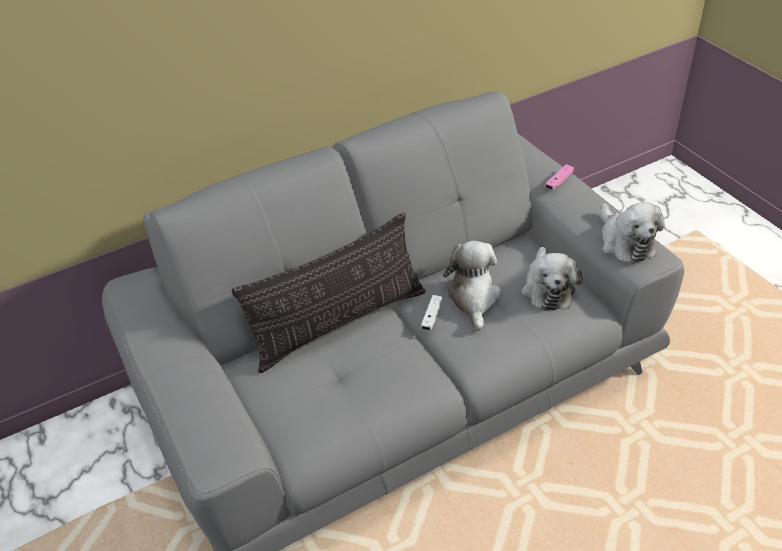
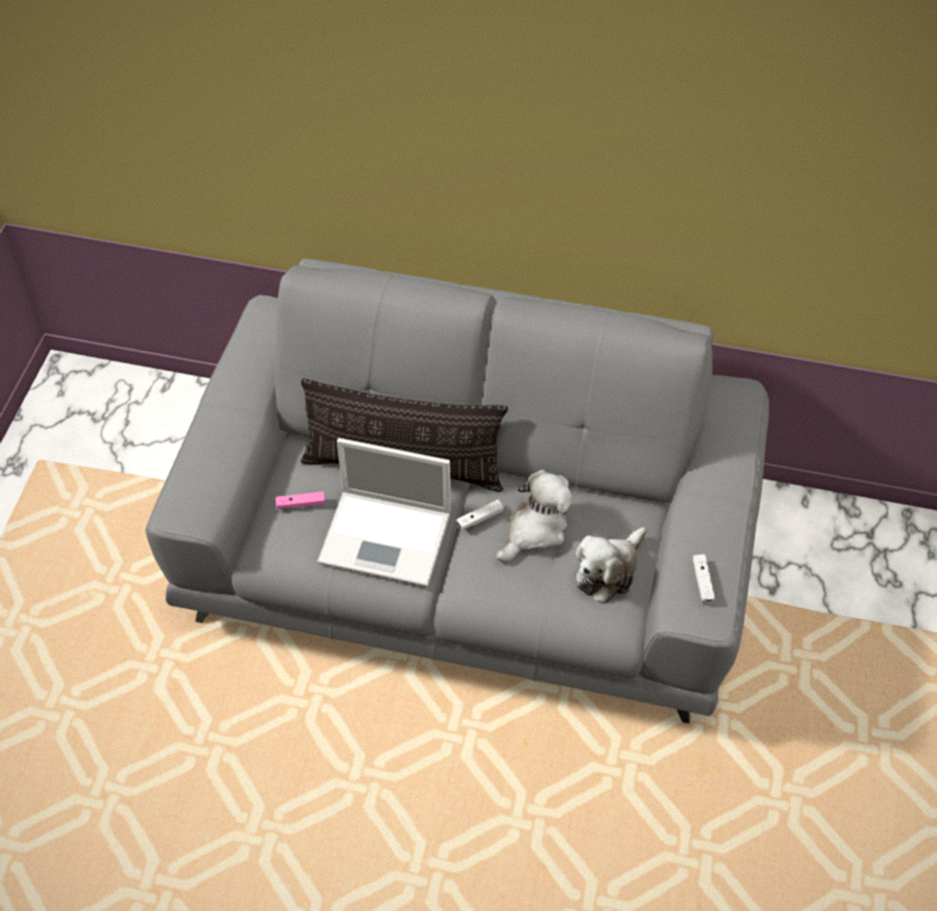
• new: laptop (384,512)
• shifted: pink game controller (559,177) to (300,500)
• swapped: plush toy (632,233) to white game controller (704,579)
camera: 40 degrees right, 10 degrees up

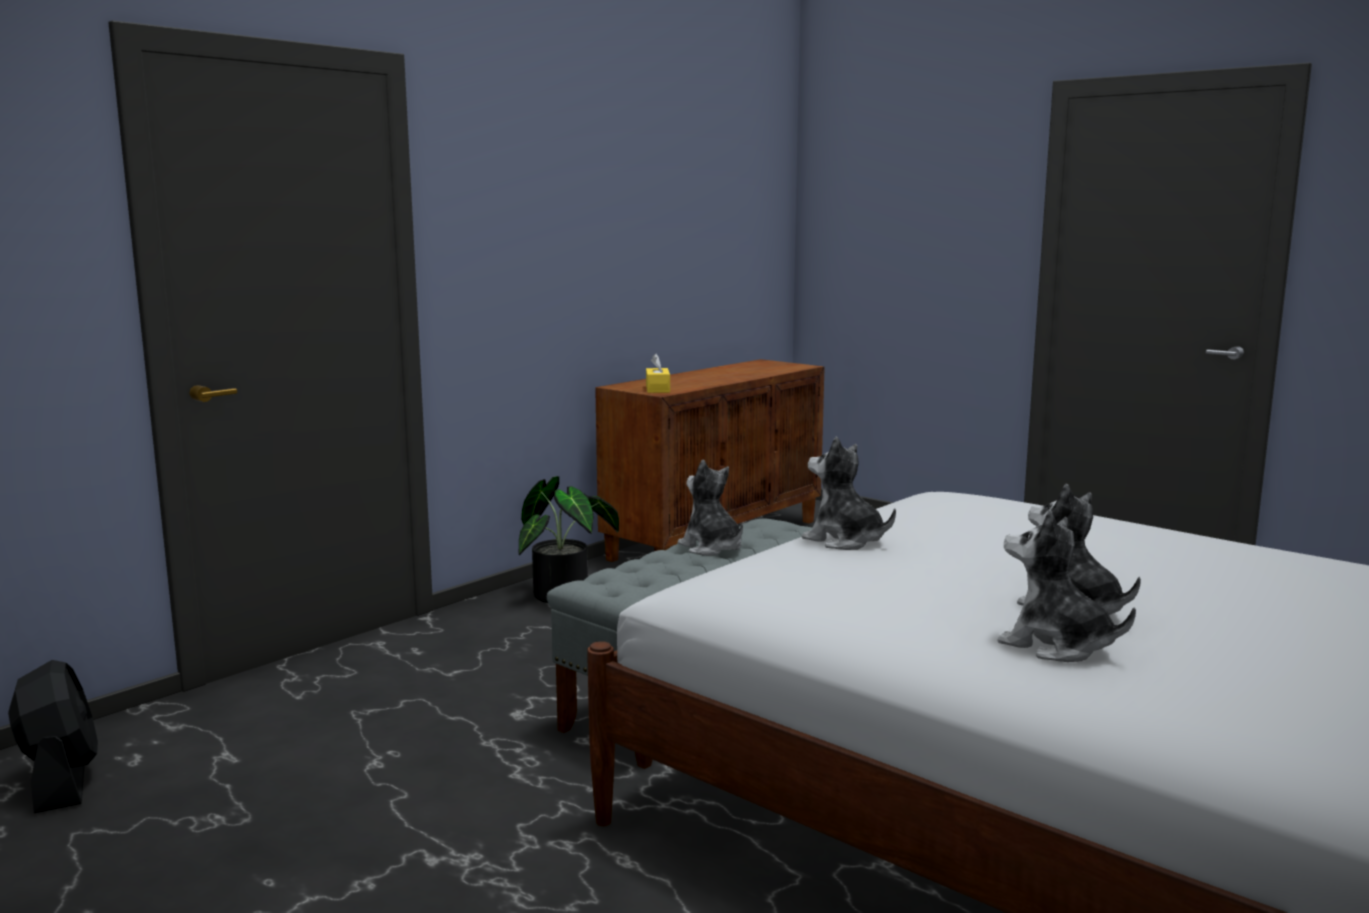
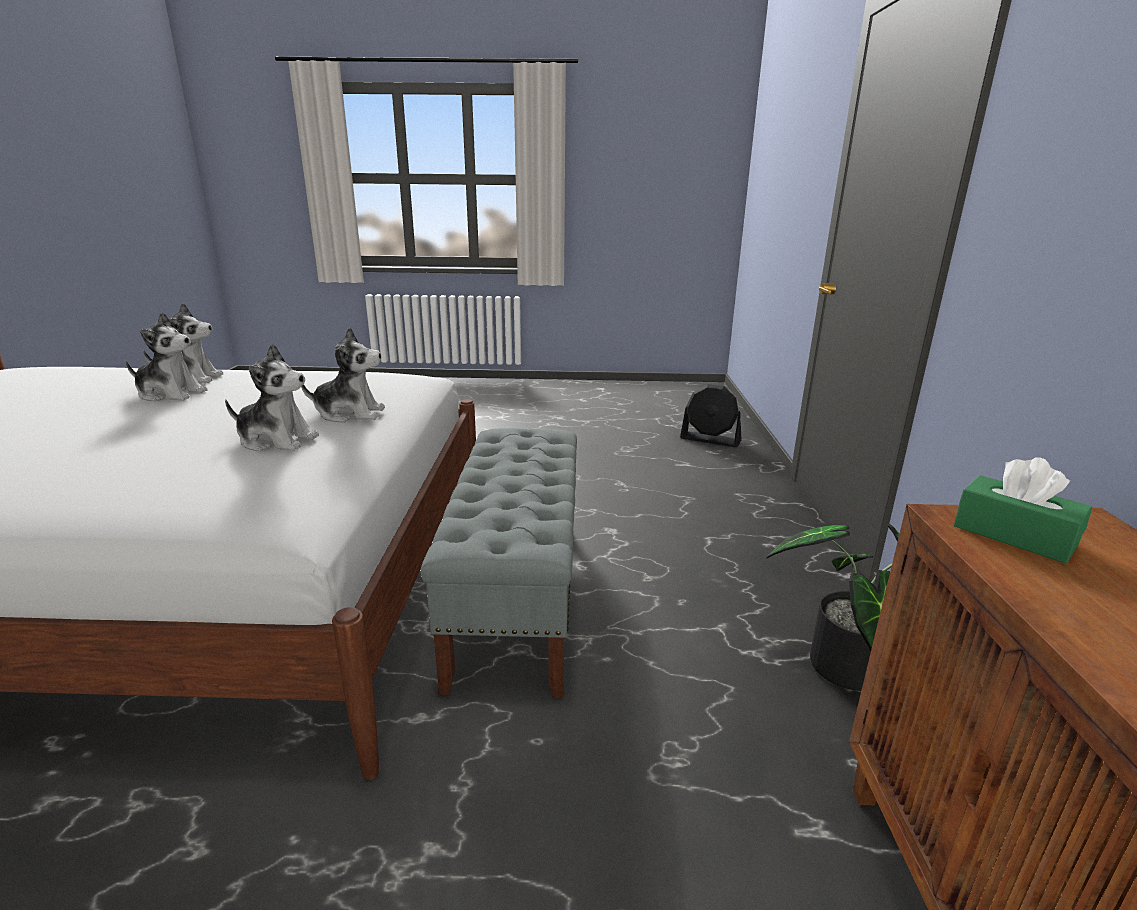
• shifted: plush toy (710,507) to (272,397)
• repainted: yellow tissue box (658,373) to green tissue box (1023,510)
camera: 140 degrees right, 10 degrees up

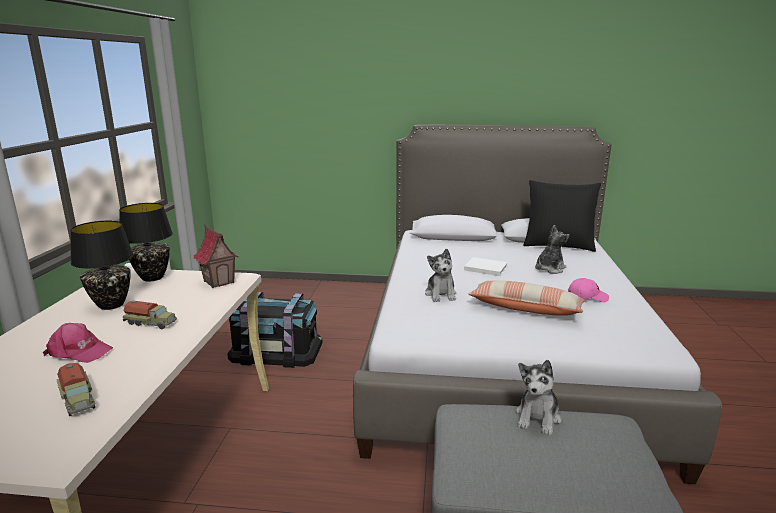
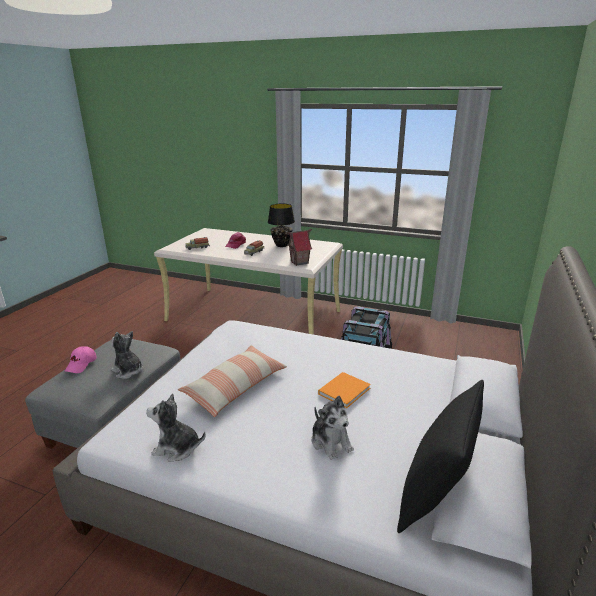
• gone: black table lamp (146,242)
• shifted: plush toy (441,275) to (176,427)
• shifted: pink cap (588,290) to (81,359)
• repainted: white book (486,266) to orange book (344,390)
camera: 105 degrees right, 5 degrees up

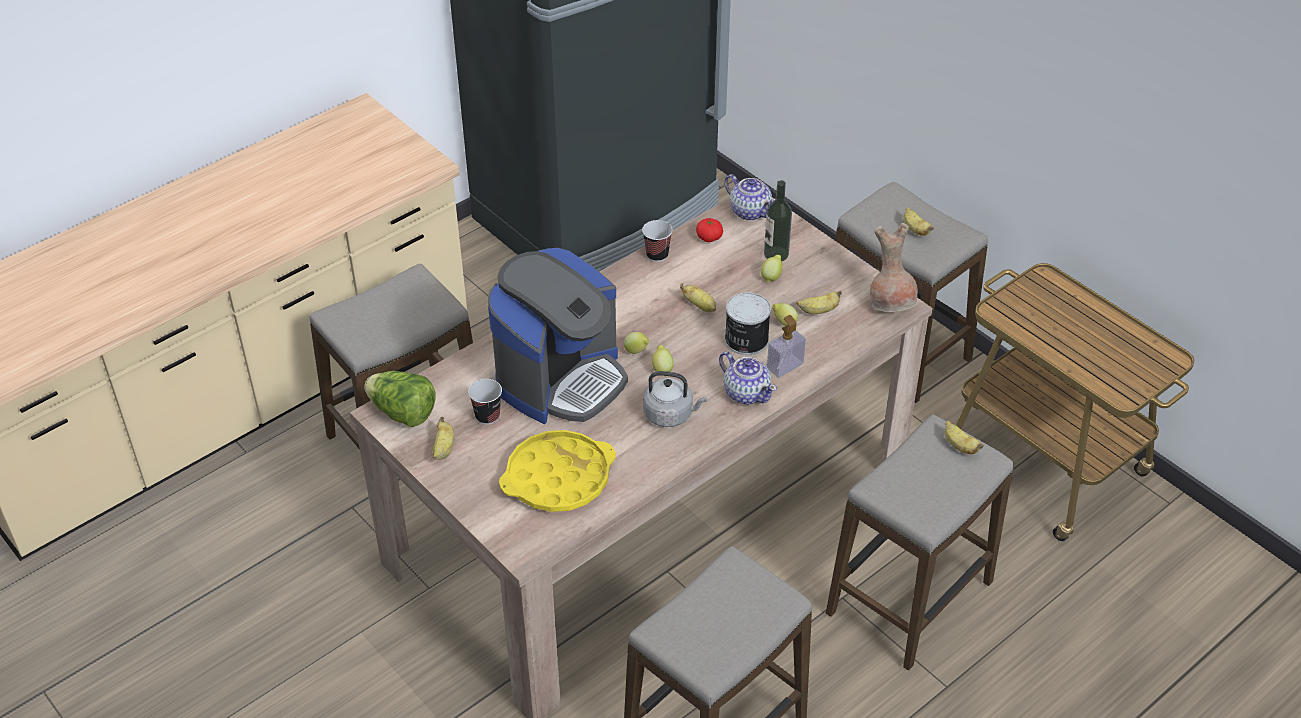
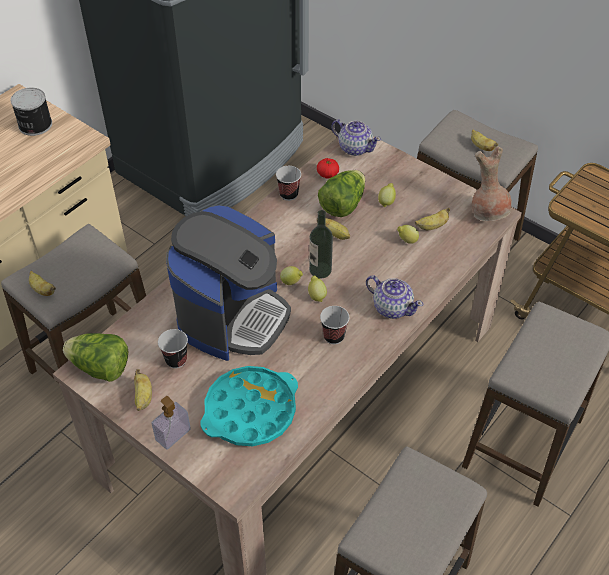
• new: lettuce (341,193)
• shifted: can (748,324) to (31,112)
• shifted: bottle (778,220) to (321,244)
• shifted: soap dispenser (786,346) to (171,423)
• shifted: banana (964,437) to (42,283)
• swapped: grey kettle (675,399) to cup (334,325)
• repainted: yellow tray (557,471) to turquoise tray (249,406)
camera: 10 degrees left, 5 degrees up

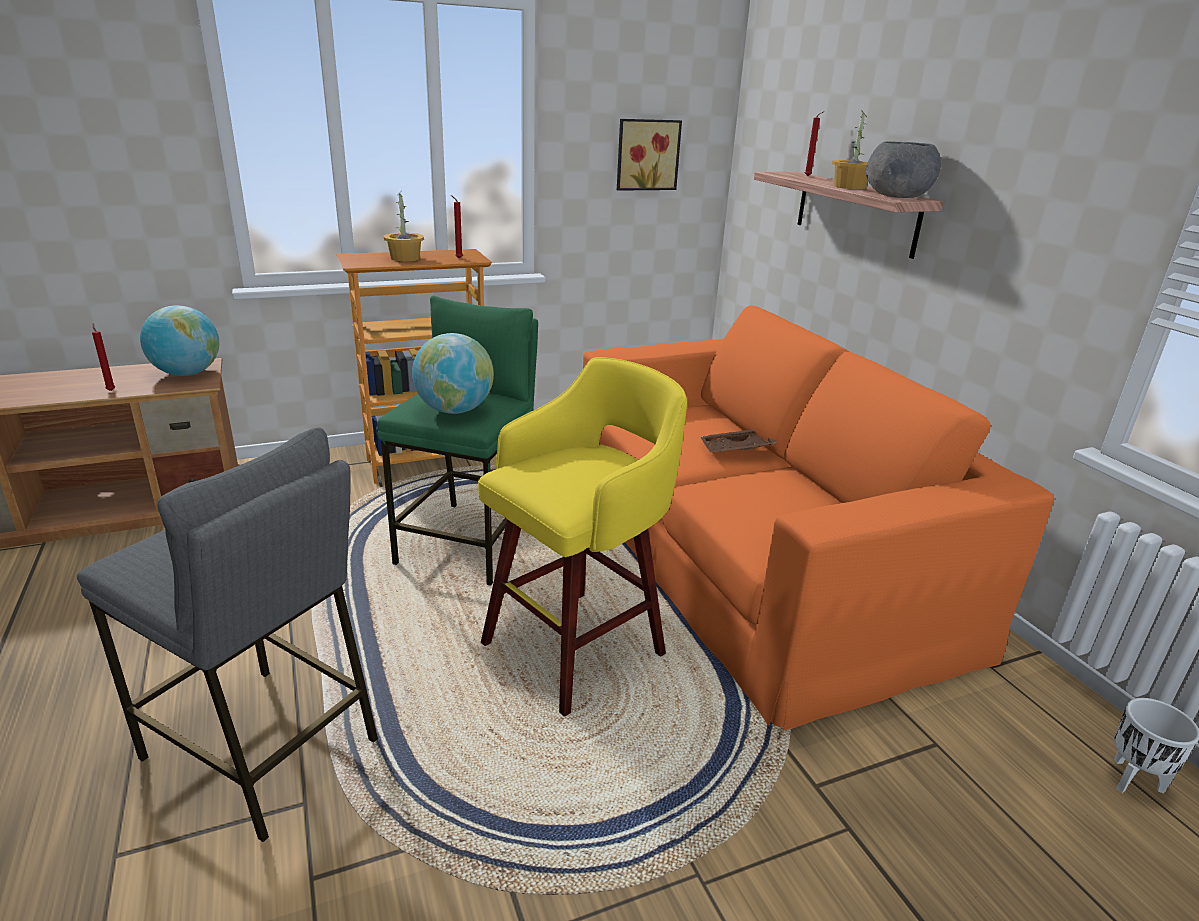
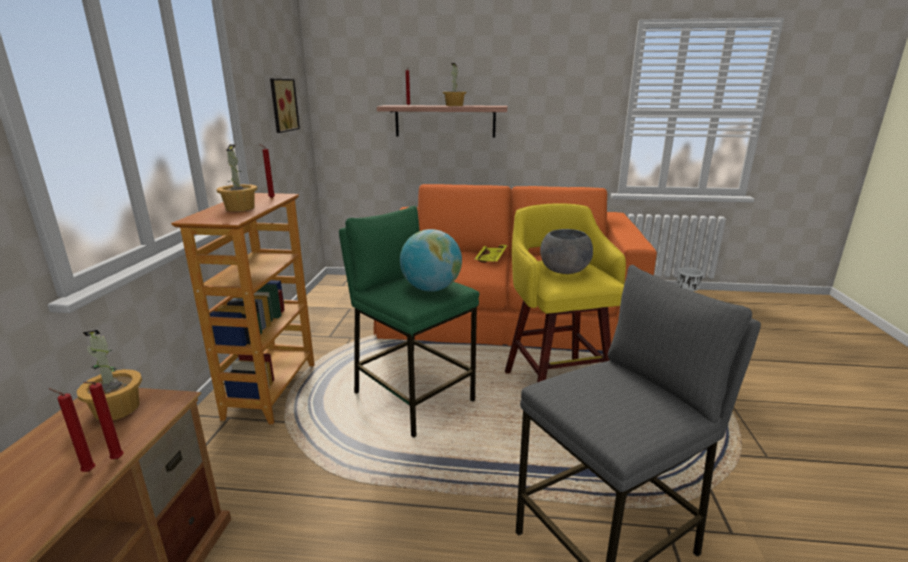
• new: red candle (104,420)
• shifted: grey bowl (903,169) to (566,251)
• swapped: globe (179,340) to potted plant (109,375)
• repainted: brown tray (739,441) to yellow tray (491,254)
camera: 60 degrees left, 5 degrees down

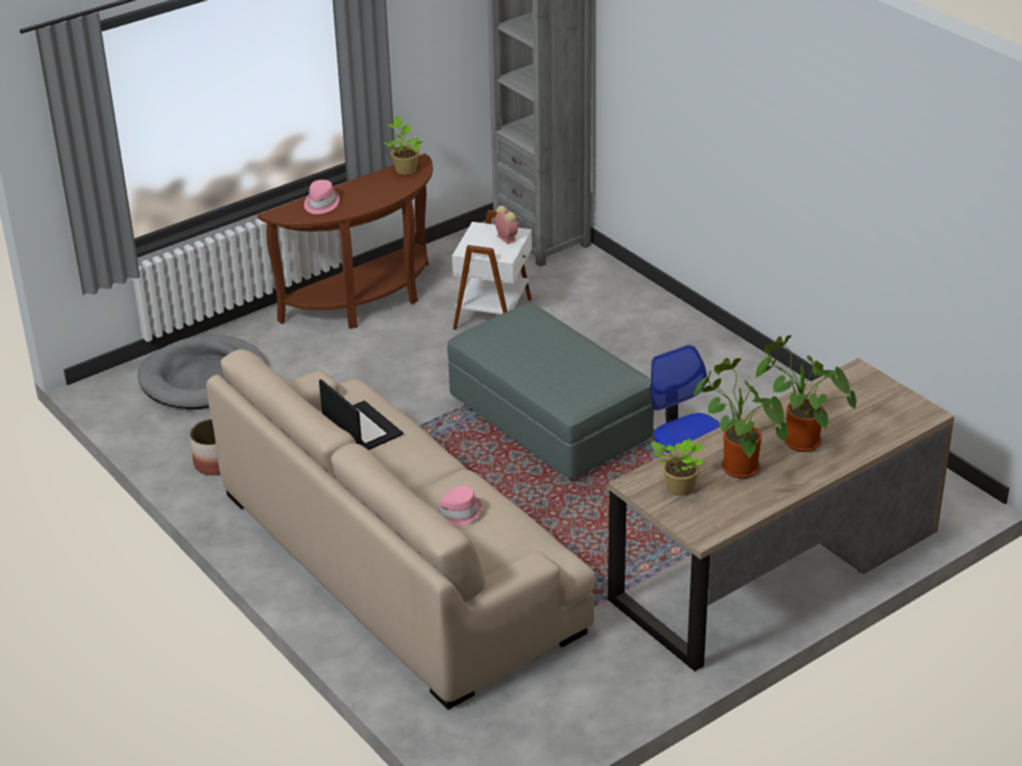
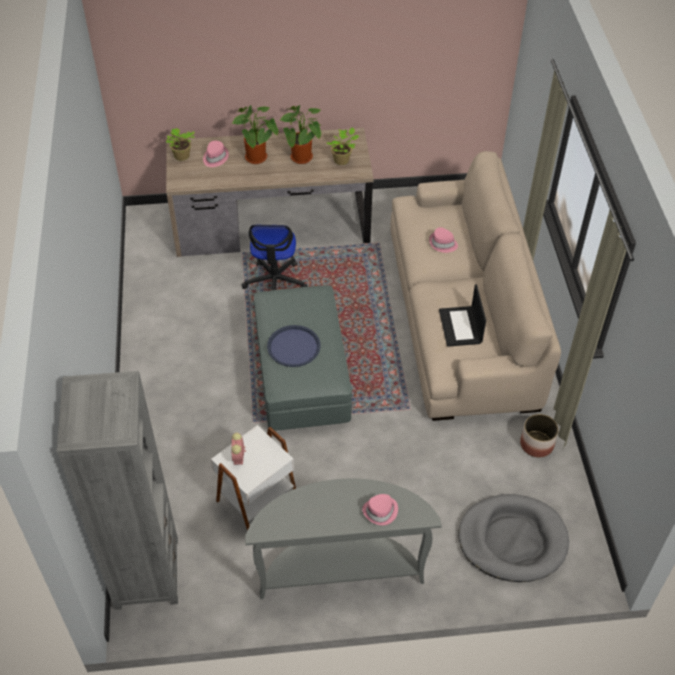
• new: pink hat (216,154)
• new: blue tray (294,346)
• shifted: potted plant (403,146) to (180,144)
• repainted: brown console table (345,241) to grey console table (343,538)
camera: 150 degrees left, 15 degrees up

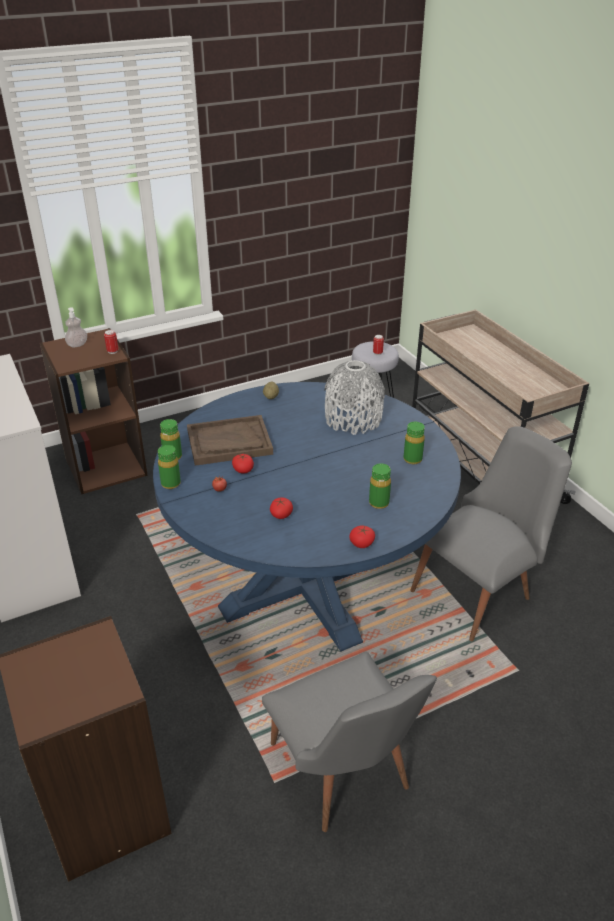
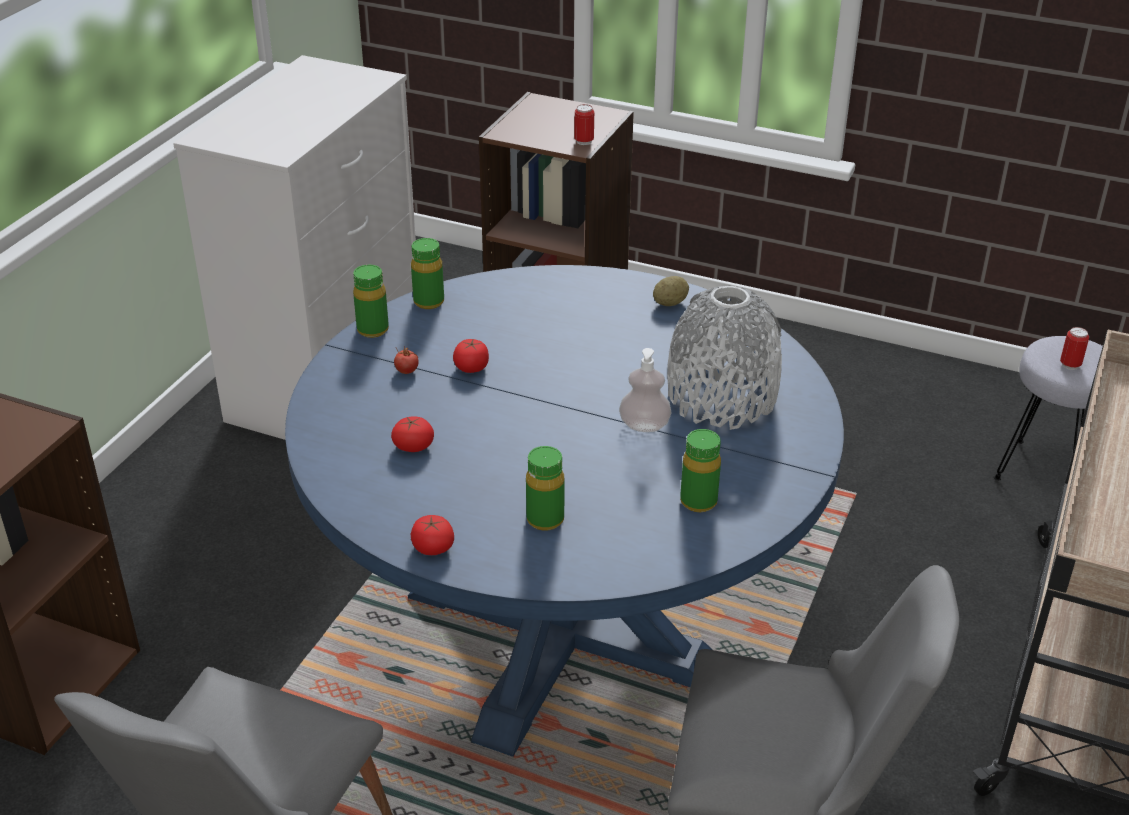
• gone: brown tray (230,440)
• shifted: soap dispenser (76,327) to (645,390)
camera: 50 degrees right, 0 degrees up

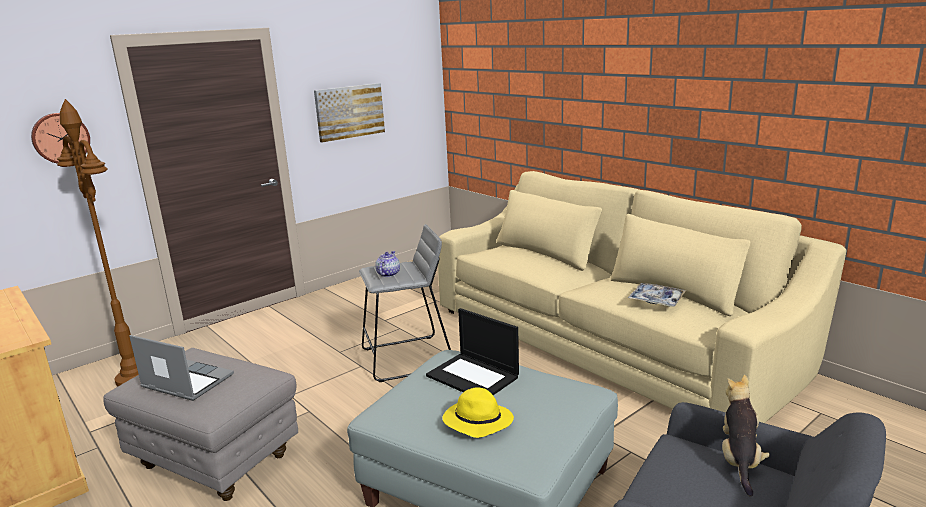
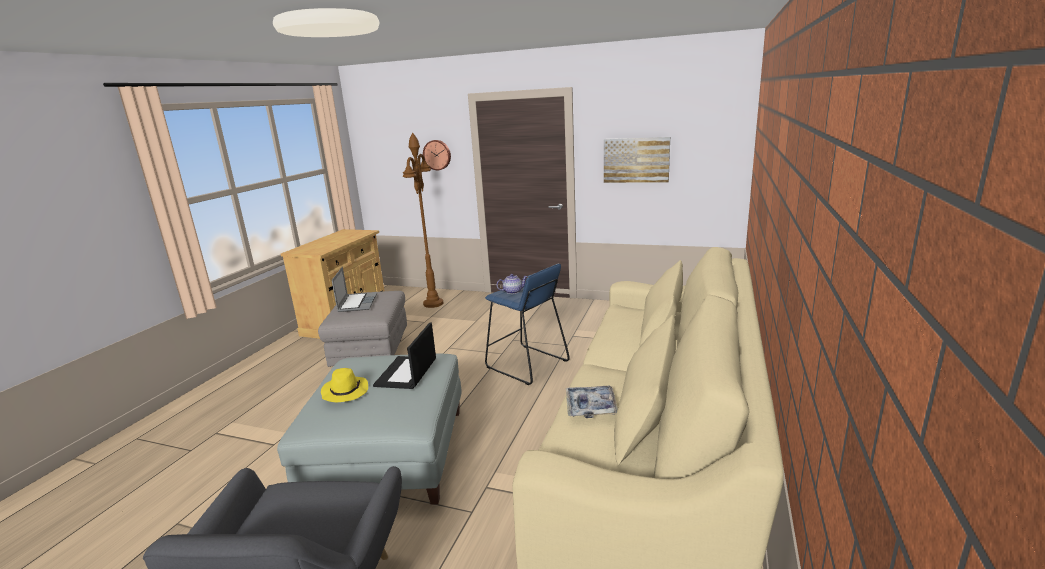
• gone: plush toy (746,436)
• repainted: grey stool (405,303) to blue stool (527,324)
camera: 60 degrees right, 0 degrees up

